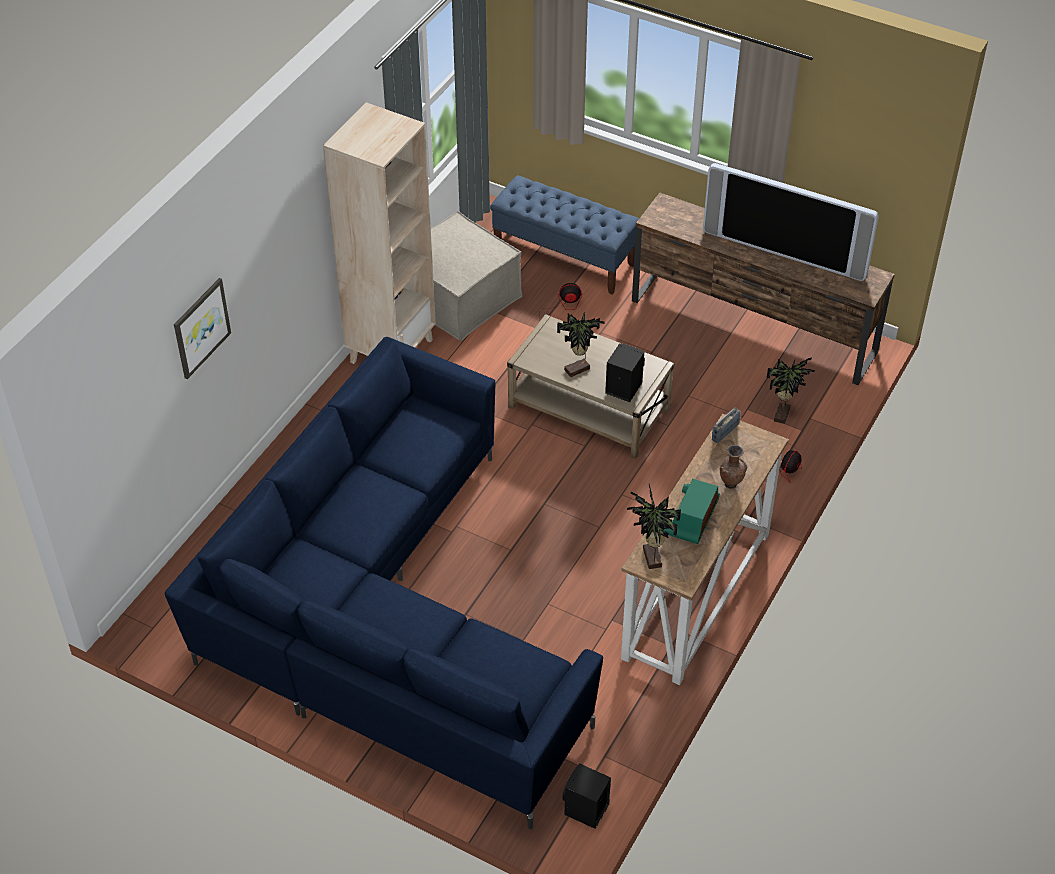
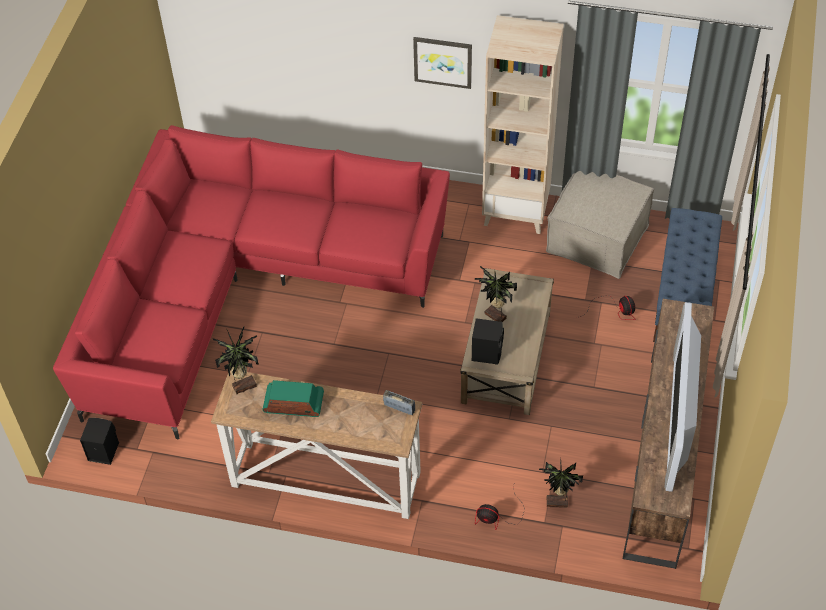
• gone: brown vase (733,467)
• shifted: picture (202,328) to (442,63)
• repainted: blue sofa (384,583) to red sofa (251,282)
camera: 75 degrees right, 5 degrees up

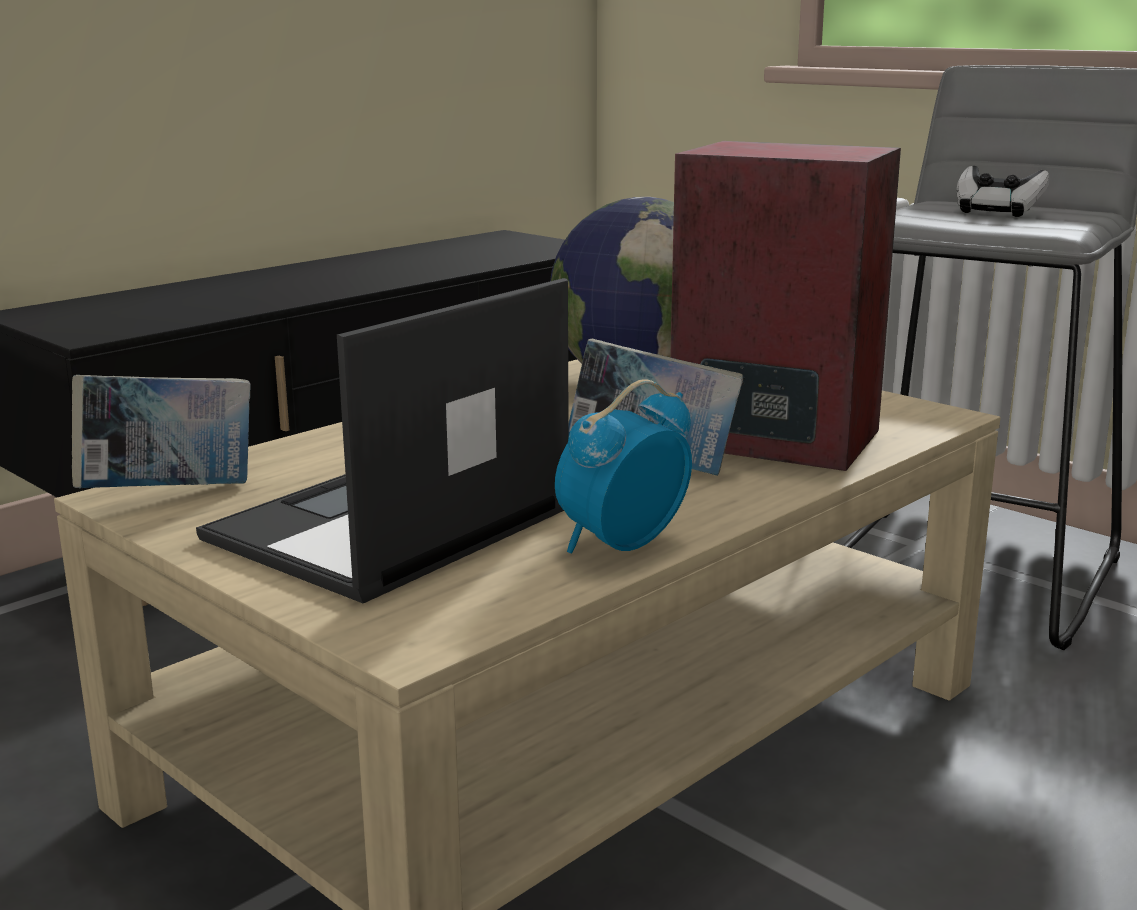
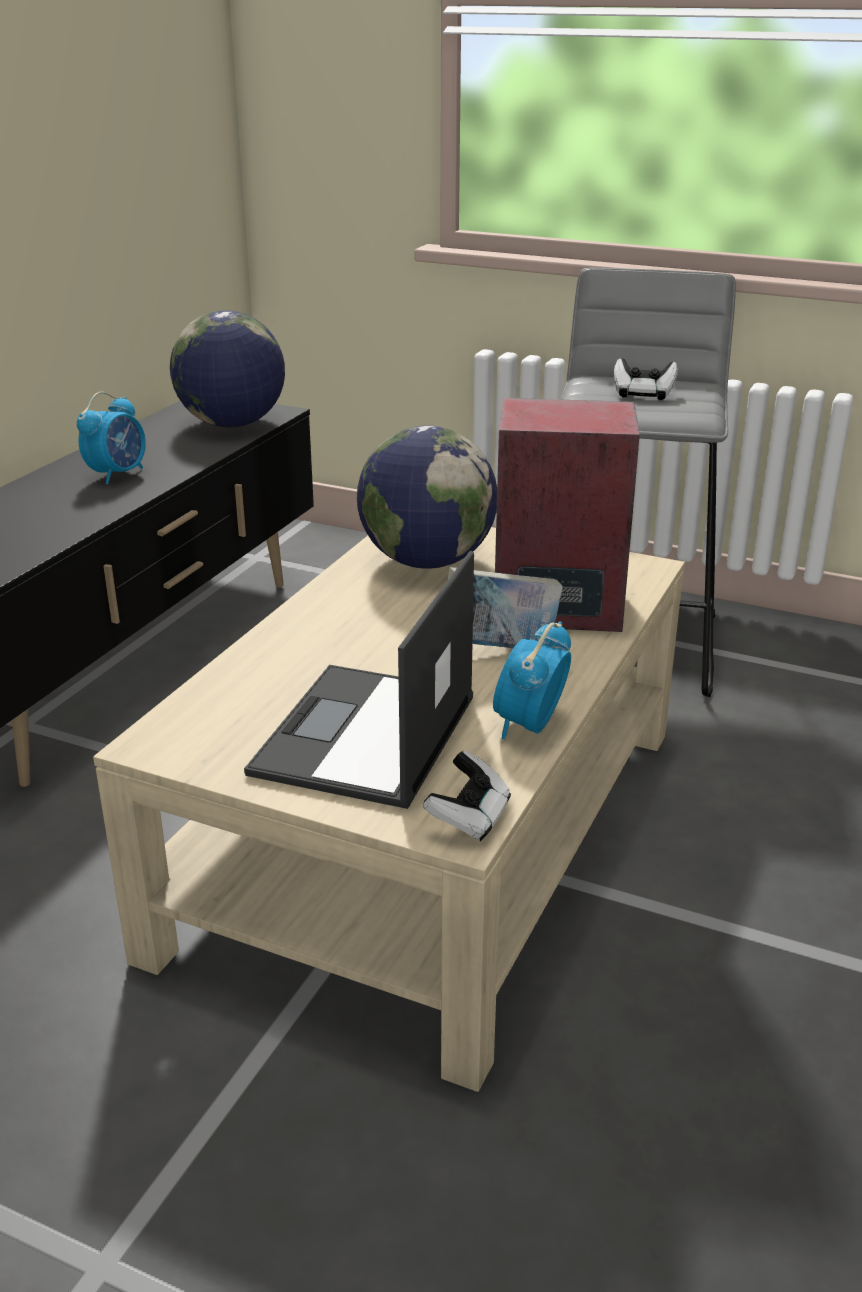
• gone: book (161,432)
• new: alarm clock (111,438)
• new: globe (227,369)
• new: game controller (467,796)
camera: 20 degrees left, 10 degrees up

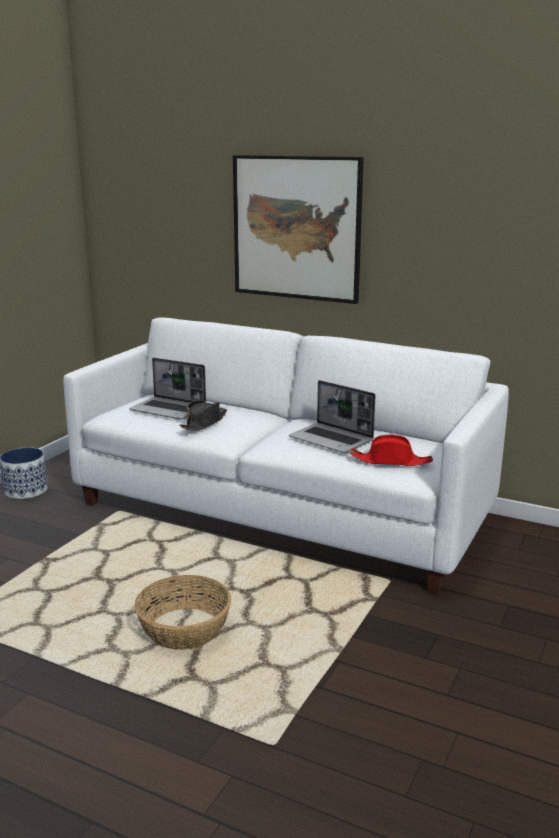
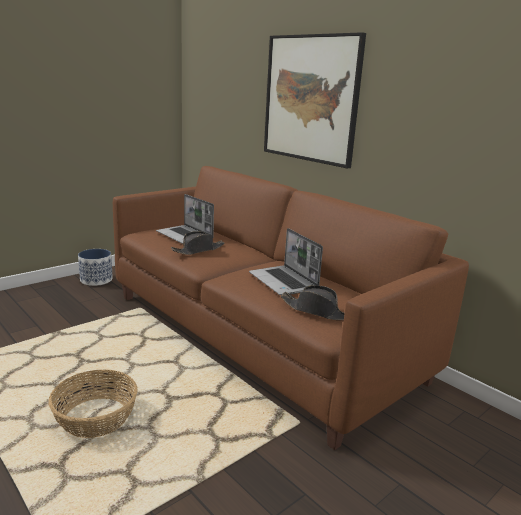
• repainted: white sofa (286,456) to brown sofa (291,308)
• repainted: red hat (391,450) to black hat (312,302)
camera: 20 degrees right, 0 degrees up

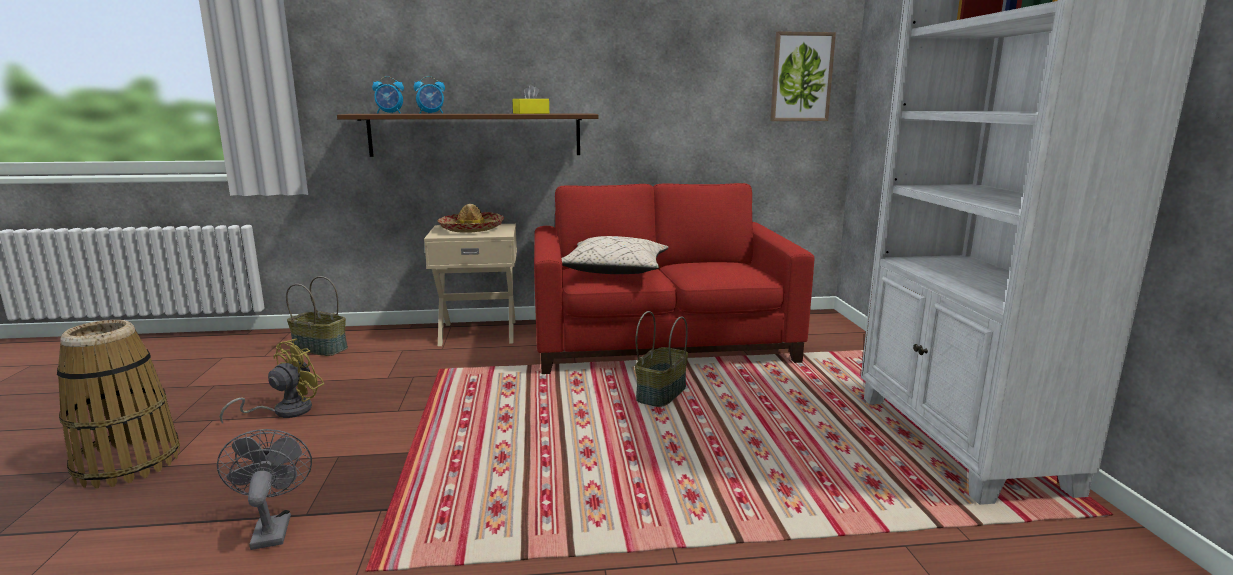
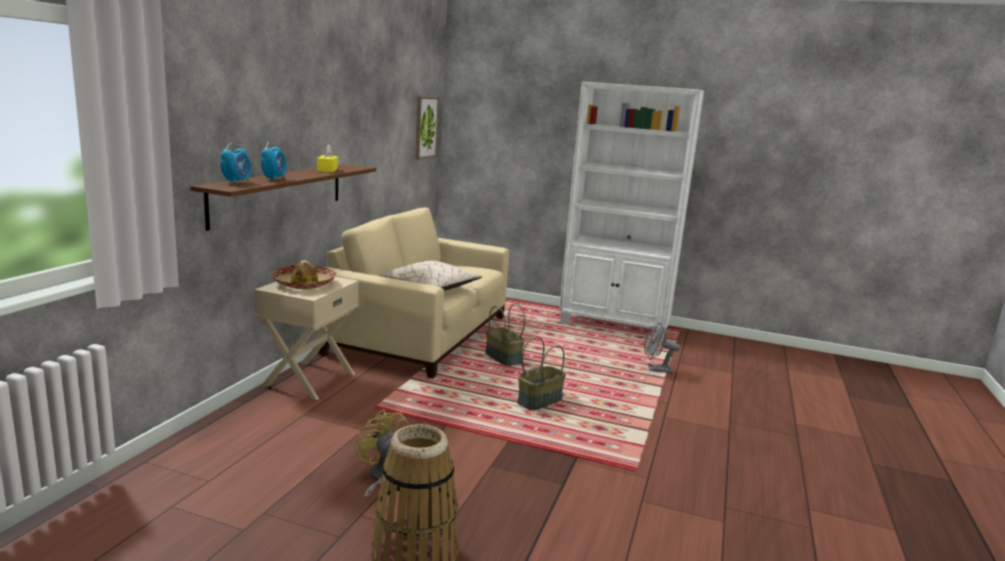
• shifted: grey fan (264,489) to (662,348)
• shifted: basket (317,316) to (541,373)
• repainted: red sofa (674,278) to beige sofa (412,293)
camera: 65 degrees left, 0 degrees up

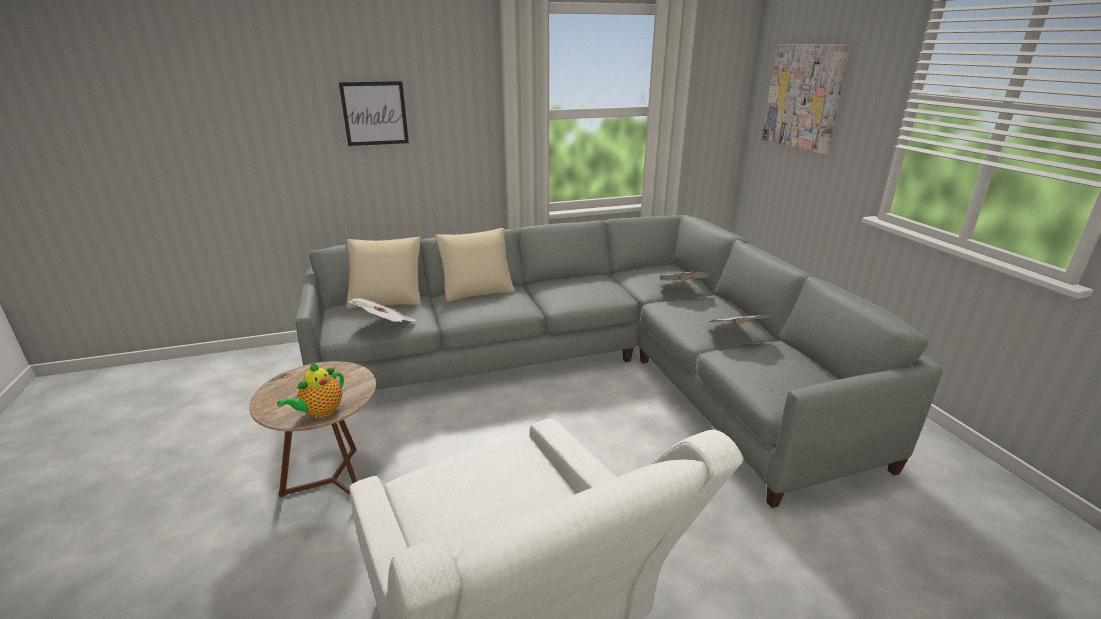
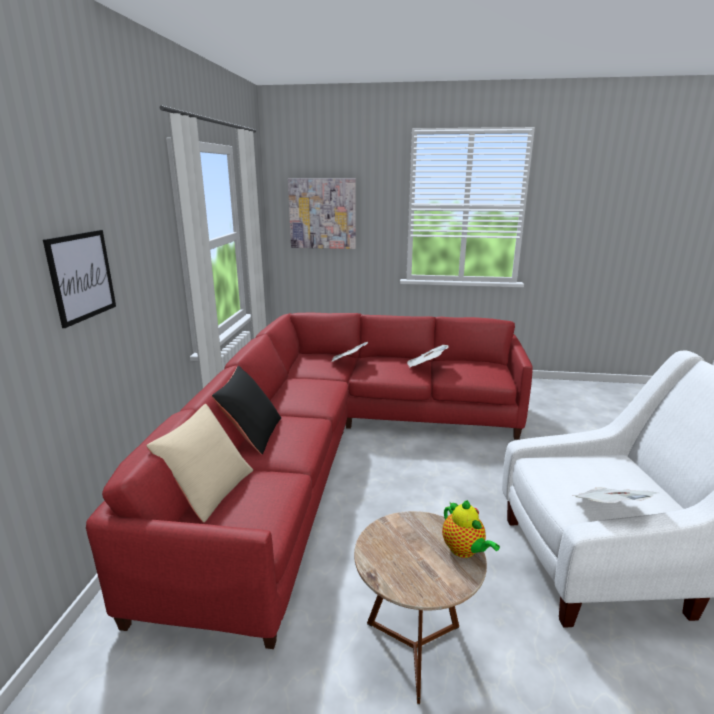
• shifted: newspaper (382,310) to (615,495)
• repainted: grey sofa (619,361) to red sofa (309,480)
• repainted: beige pillow (475,265) to black pillow (246,410)
camera: 65 degrees left, 5 degrees down

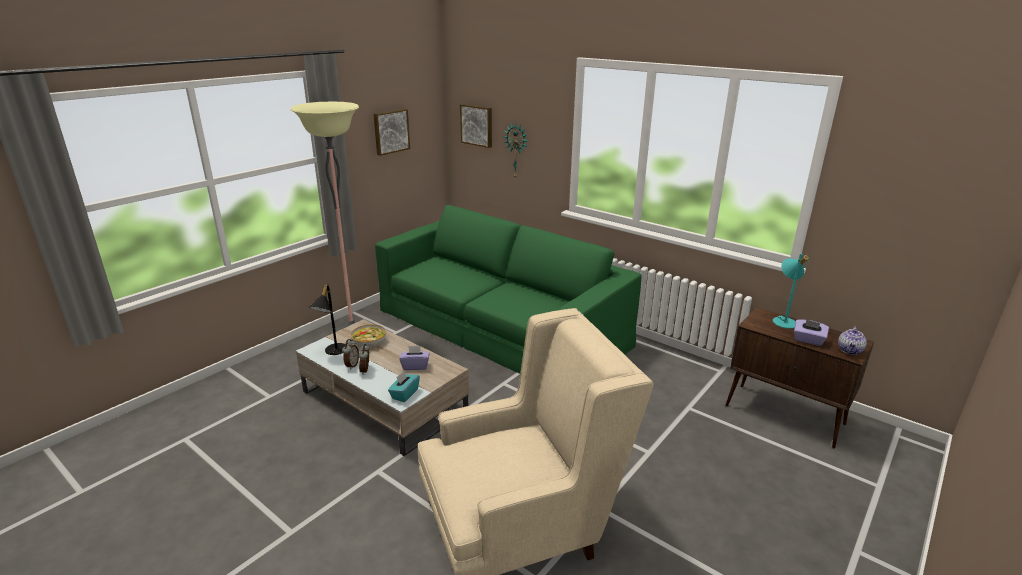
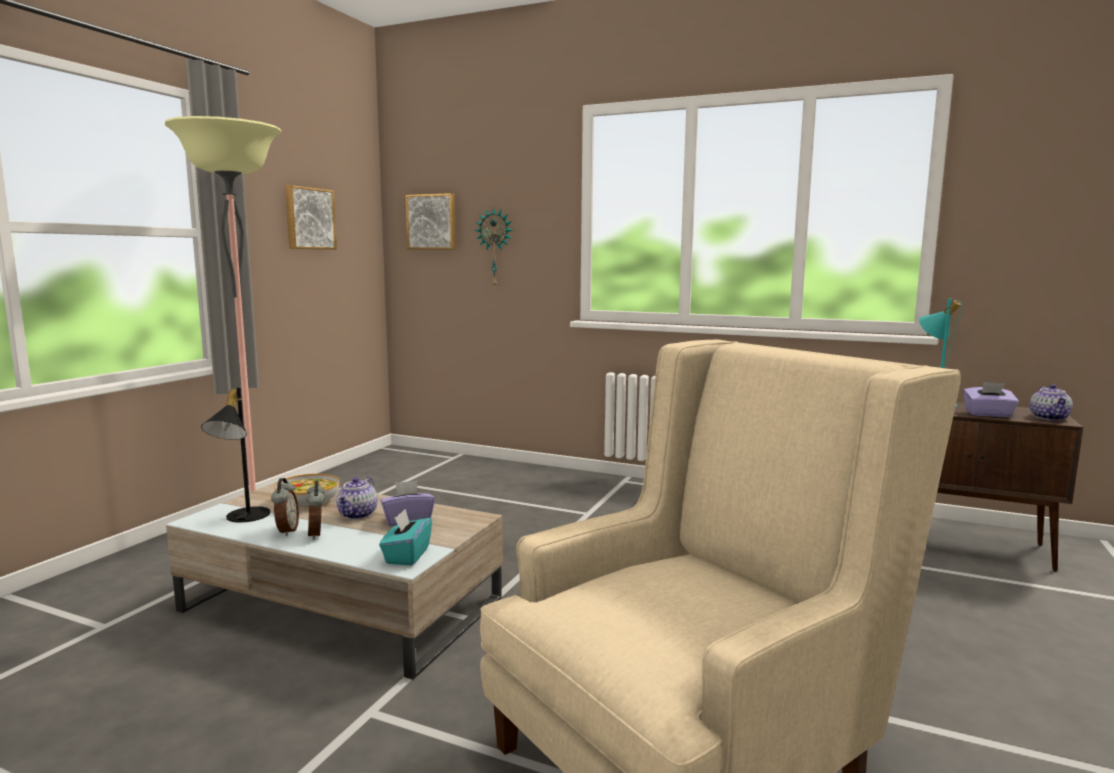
• gone: green sofa (508,289)
• new: teapot (356,498)
camera: 15 degrees left, 15 degrees down

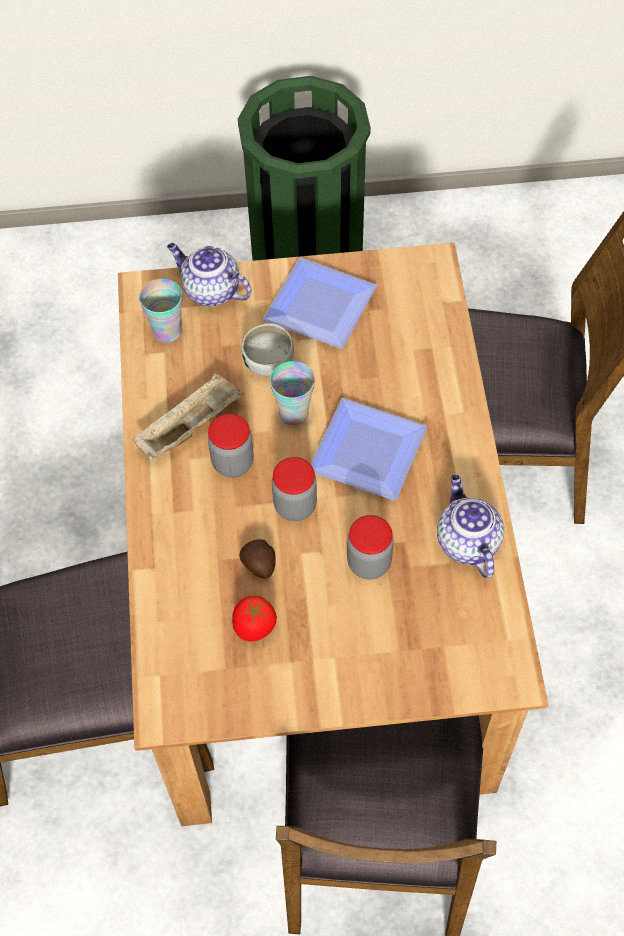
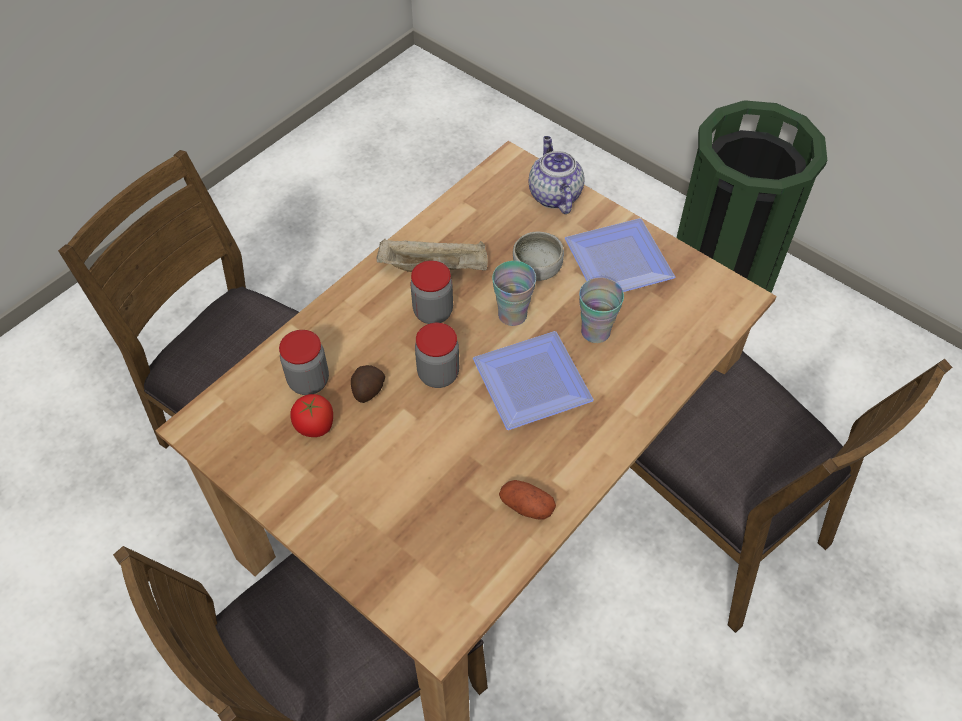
• shifted: cup (160,310) to (601,310)
• shifted: jar (370,547) to (304,362)
• swapped: teapot (470,526) to potato (527,499)
camera: 45 degrees right, 5 degrees down

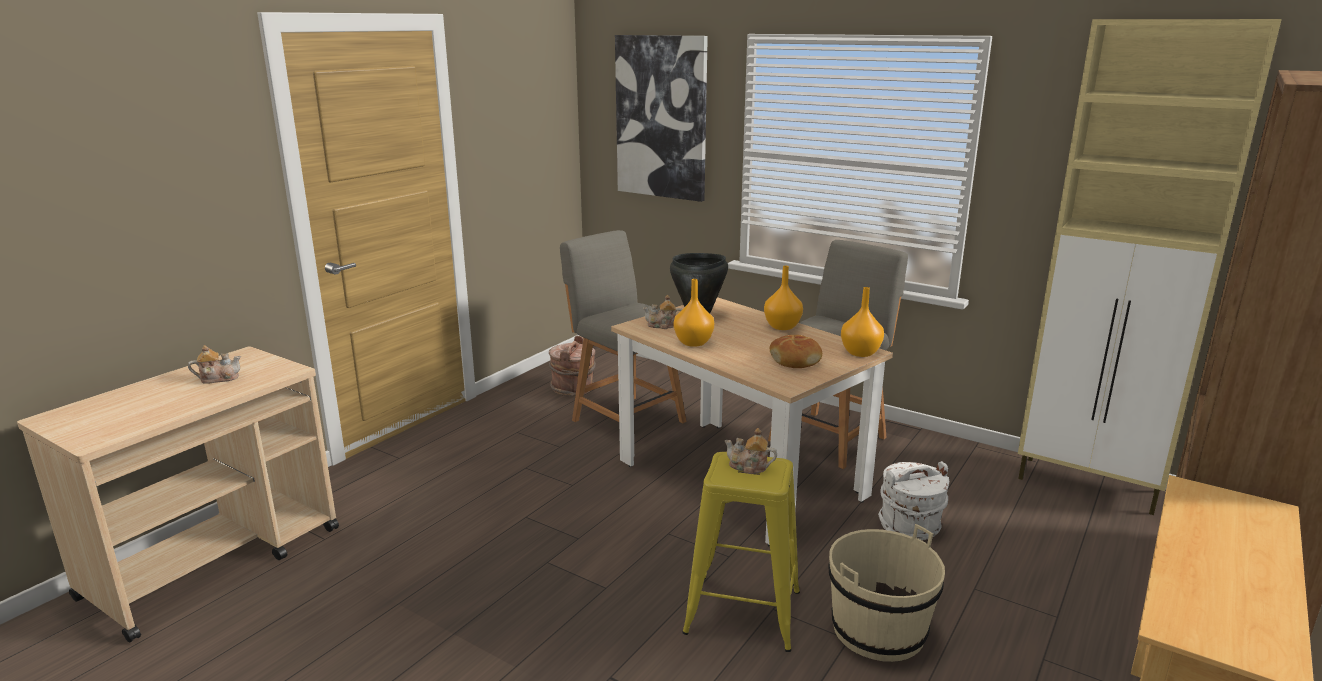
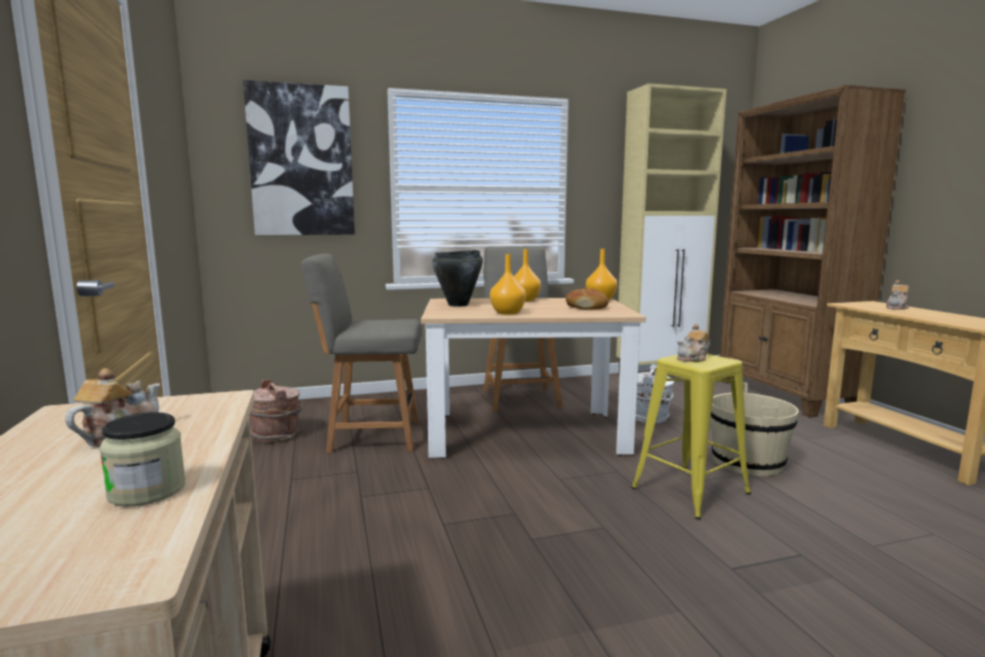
• new: jar (142,459)
• shifted: teapot (662,312) to (897,295)
camera: 50 degrees left, 10 degrees down

